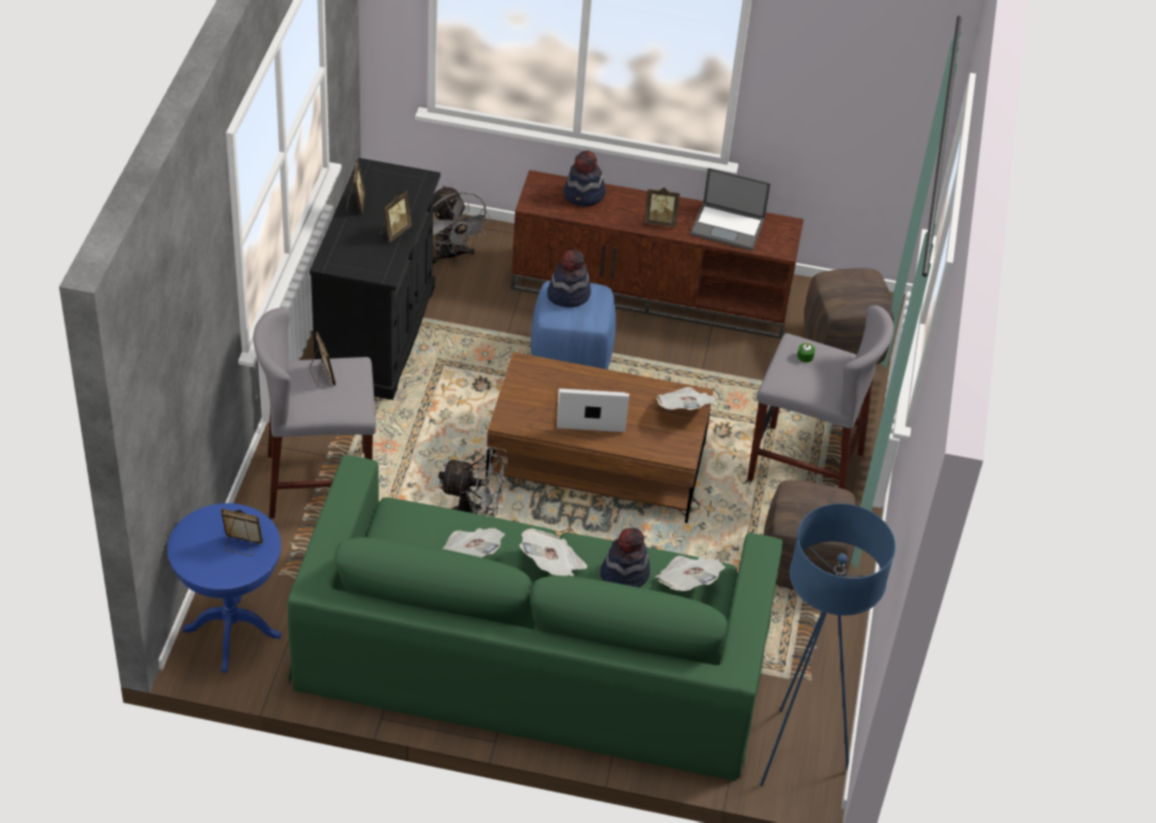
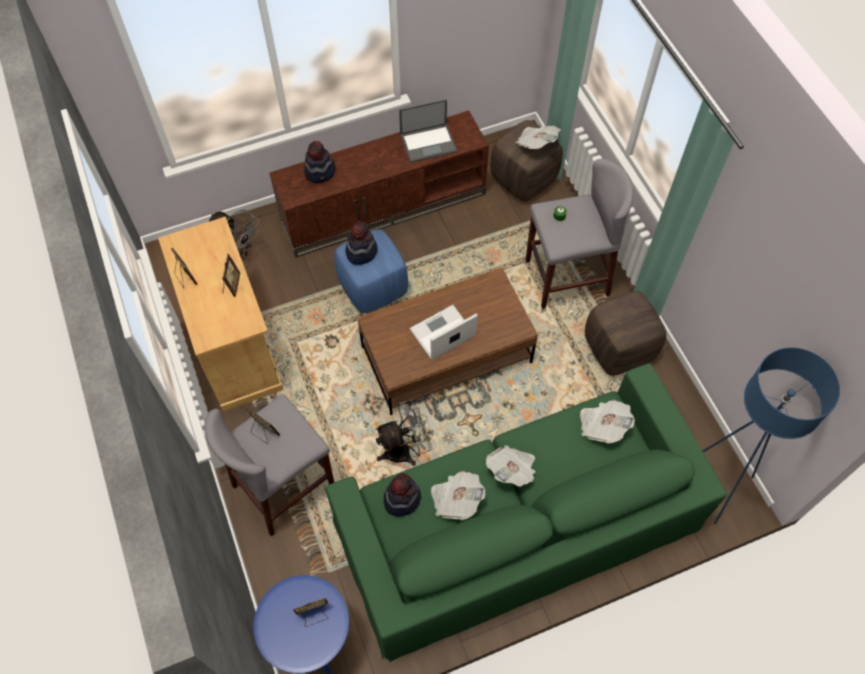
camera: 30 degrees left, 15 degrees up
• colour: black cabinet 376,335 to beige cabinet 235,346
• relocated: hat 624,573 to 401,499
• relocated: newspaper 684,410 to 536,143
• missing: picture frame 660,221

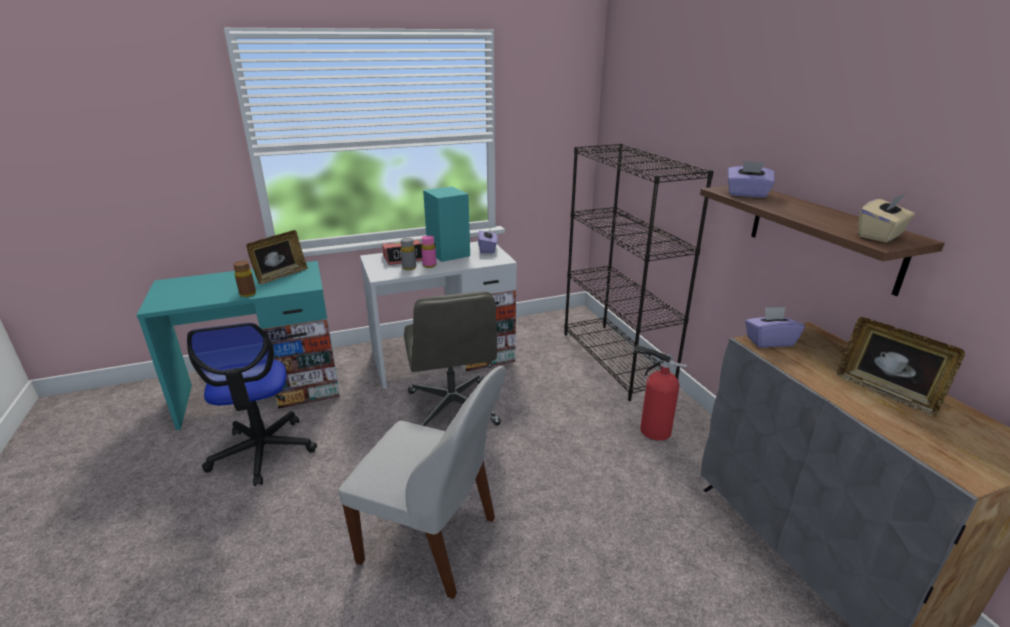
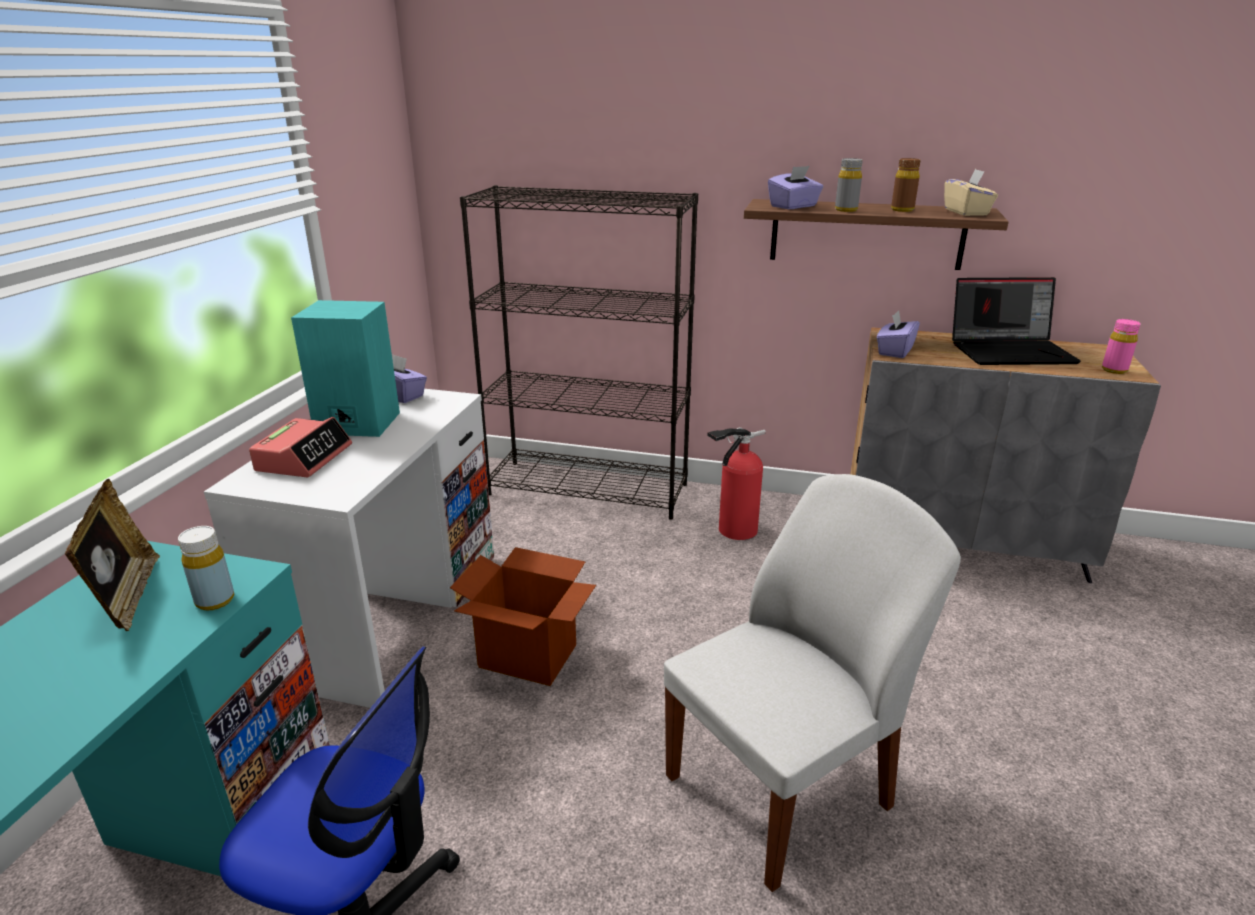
camera: 55 degrees left, 0 degrees up
• appeared: yellow bottle 215,600
• exchanged: grey office chair 453,409 to cardboard box 528,656
• relocated: grey bottle 409,268 to 846,210
• relocated: brown bottle 248,294 to 902,210
• exchanged: picture frame 886,392 to laptop 1011,351
• relocated: pink bottle 429,265 to 1114,370

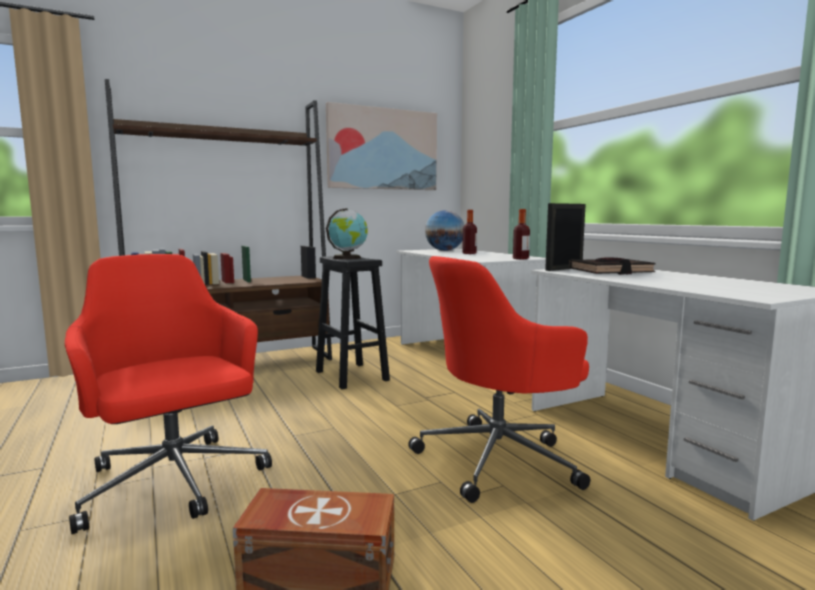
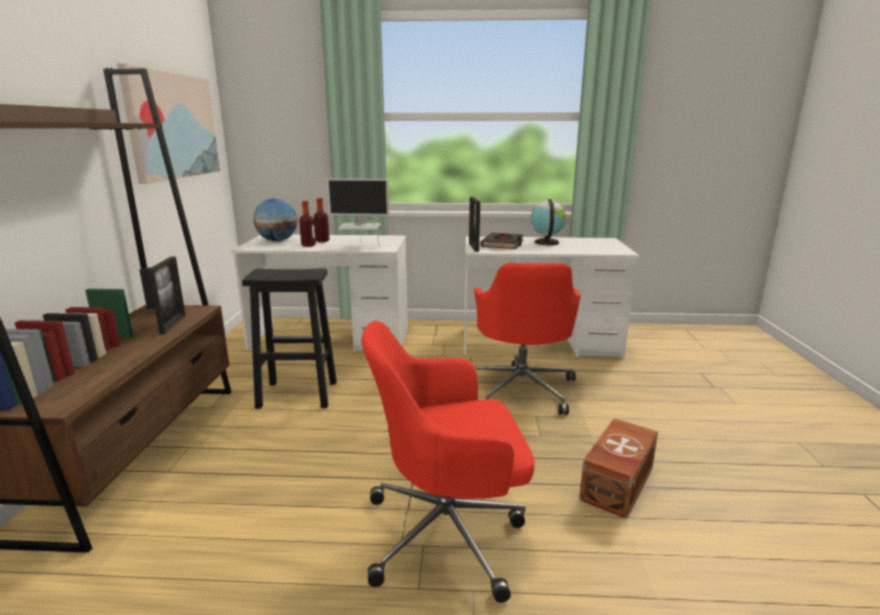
camera: 60 degrees left, 10 degrees up
• appeared: picture frame 173,324
• relocated: bottle 520,258 to 308,245
• appeared: monitor 361,247
• relocated: globe 348,258 to 546,242

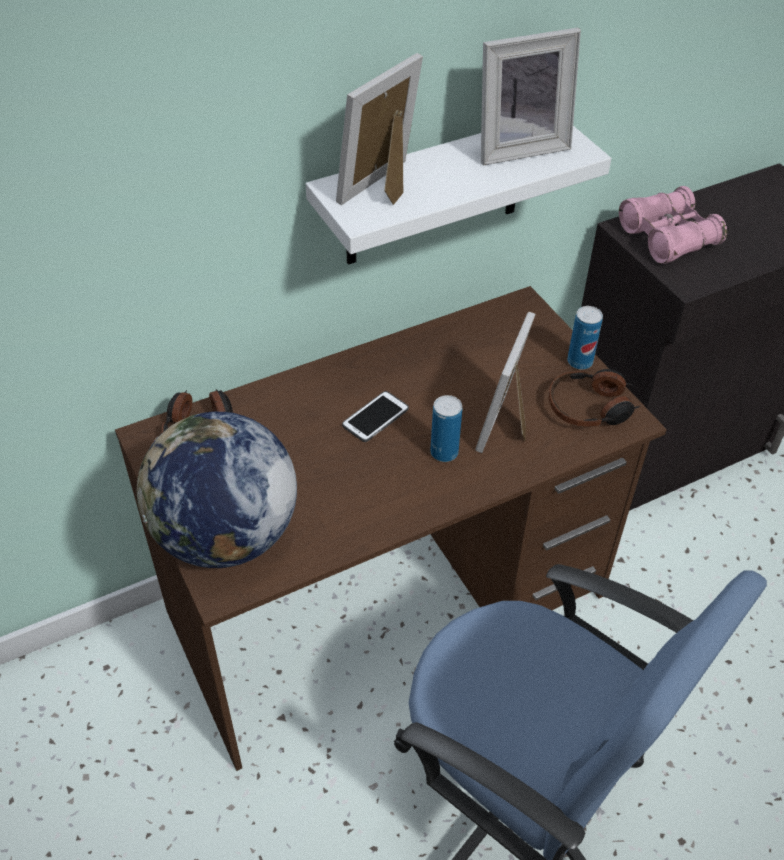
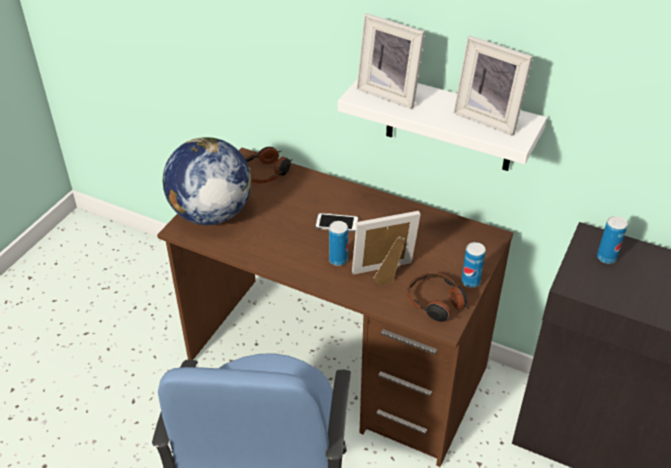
camera: 55 degrees right, 5 degrees down
• spun: picture frame 385,188 = 390,93 150 degrees counterclockwise
• exchanged: pink binoculars 667,237 to can 606,257

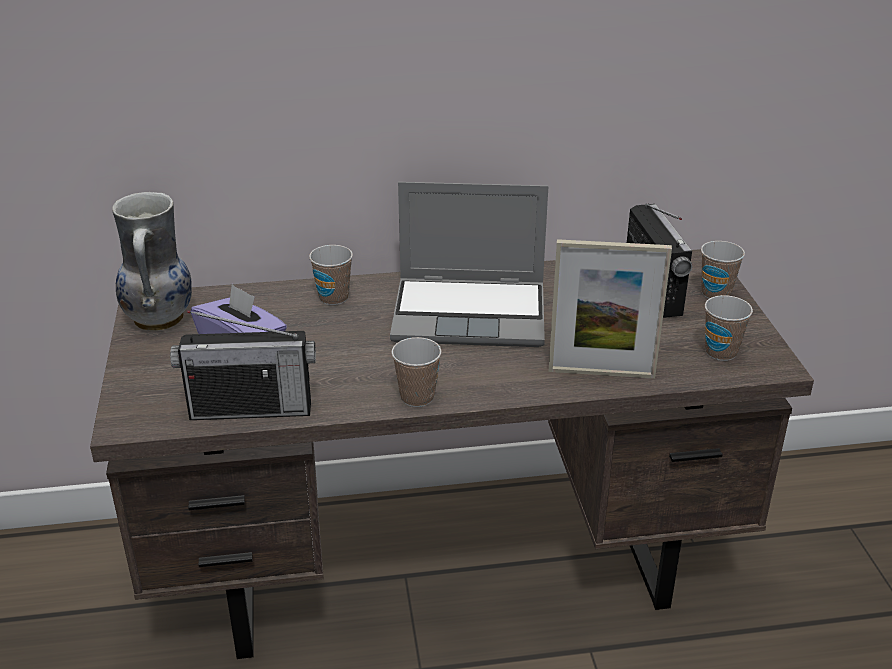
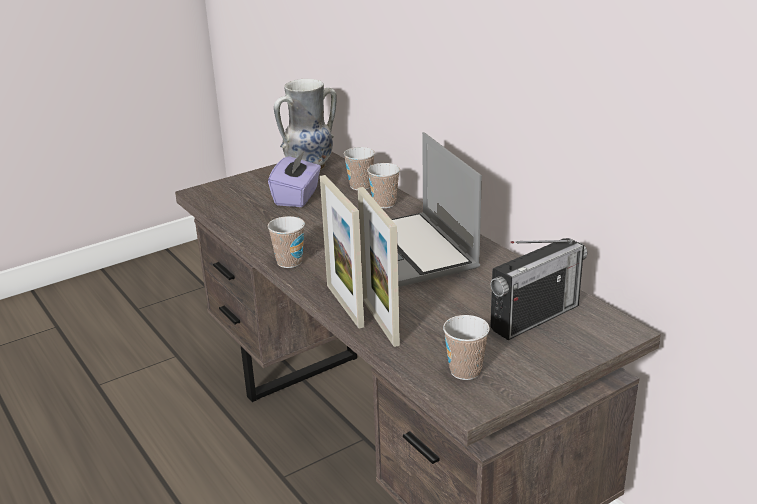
camera: 65 degrees right, 5 degrees down
• appeared: picture frame 344,305
• relocated: cup 716,293 to 360,186
• missing: radio 251,409

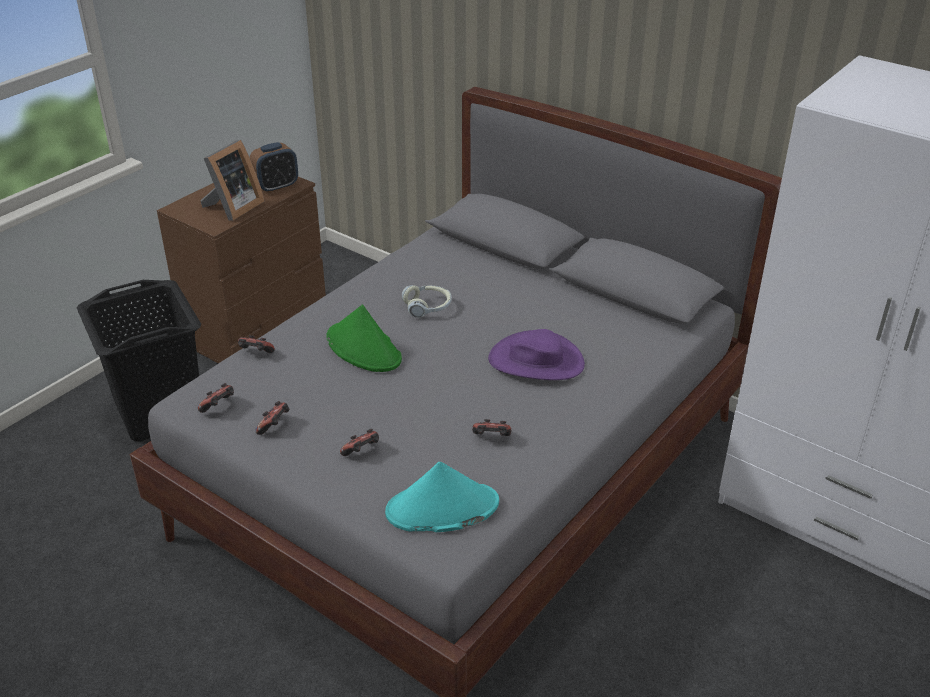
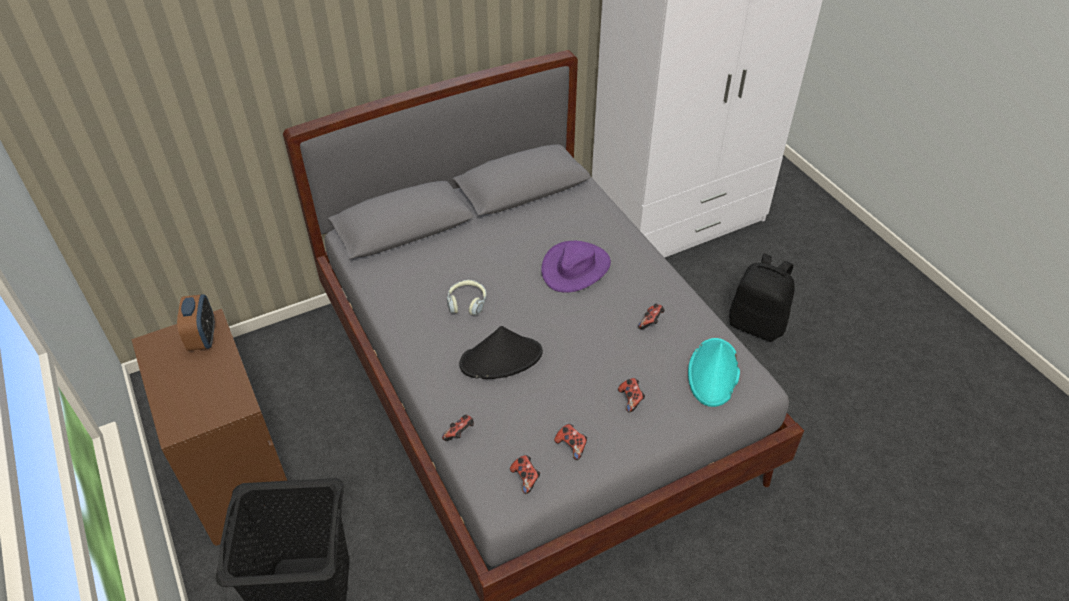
camera: 65 degrees left, 10 degrees up
• colour: green hat 364,349 to black hat 501,358
• appeared: black backpack 757,324
• missing: picture frame 233,208

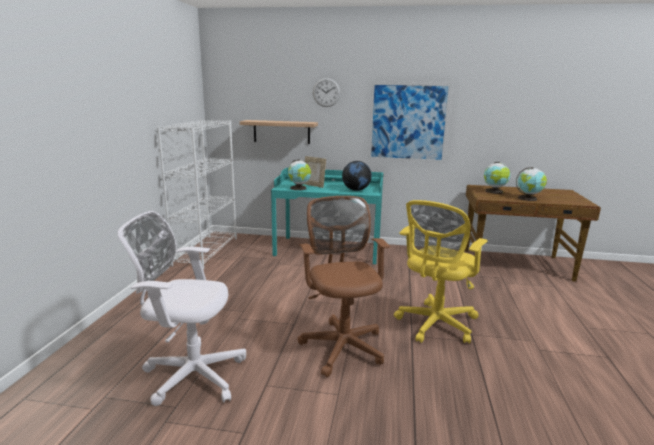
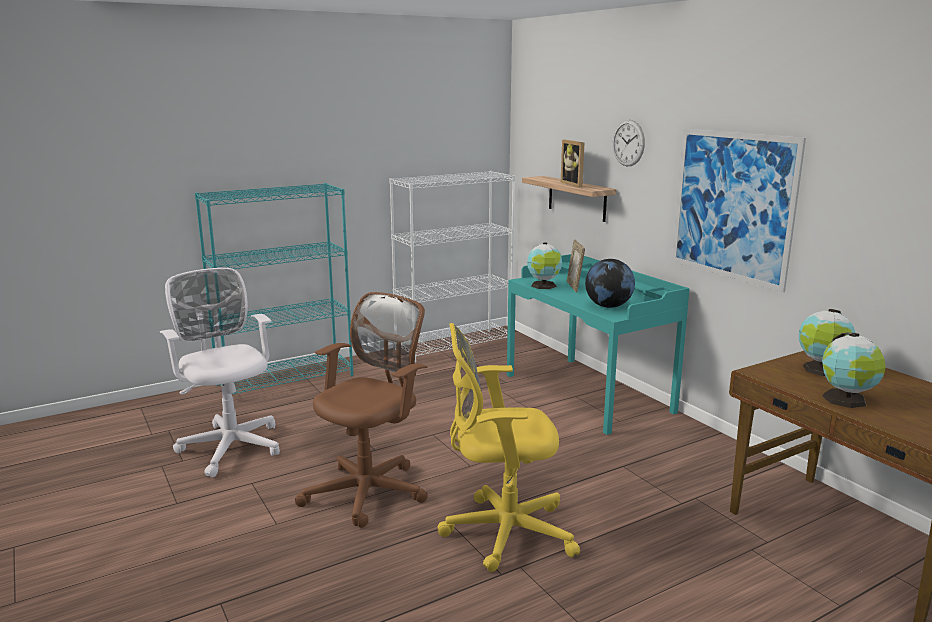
camera: 50 degrees right, 0 degrees up
• appeared: turquoise bookcase 286,380
• appeared: picture frame 575,184

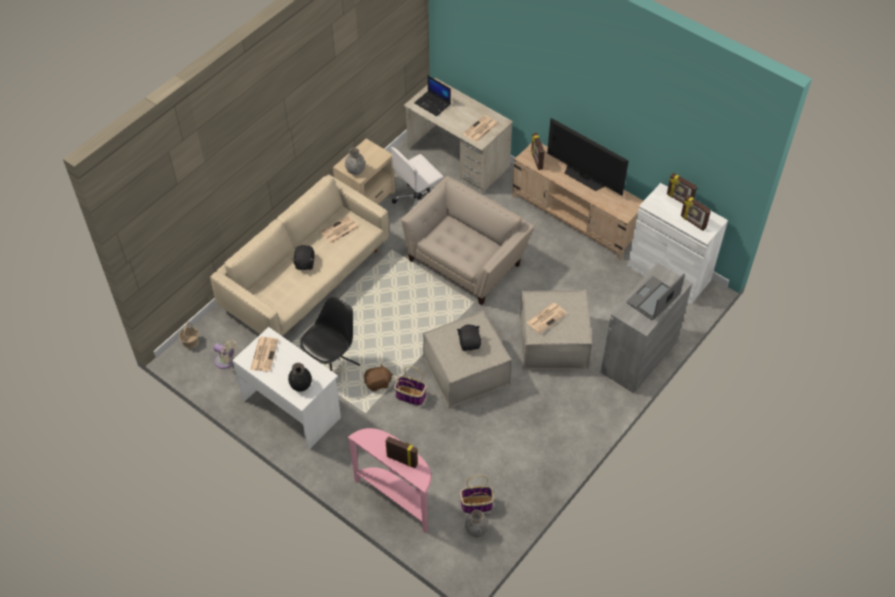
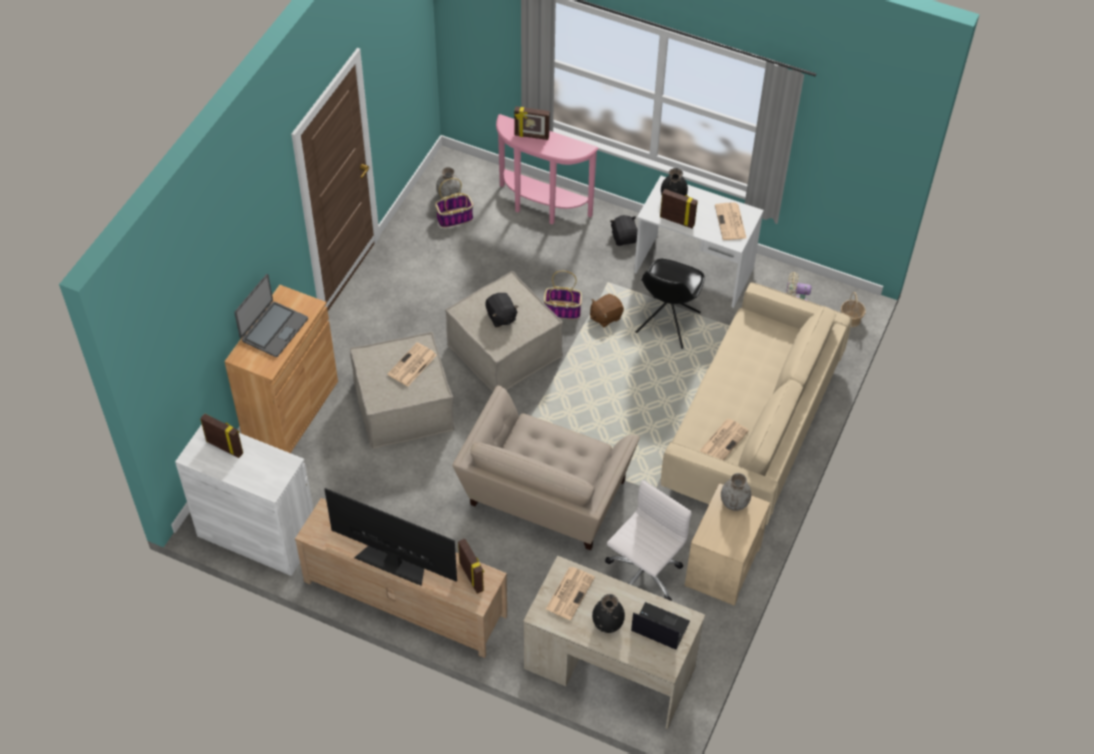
camera: 165 degrees right, 0 degrees up
• colour: grey cabinet 639,357 to brown cabinet 291,410
• appeared: black vase 607,623
• relocated: black plush toy 304,263 to 624,237
• relocated: picture frame 679,200 to 677,220

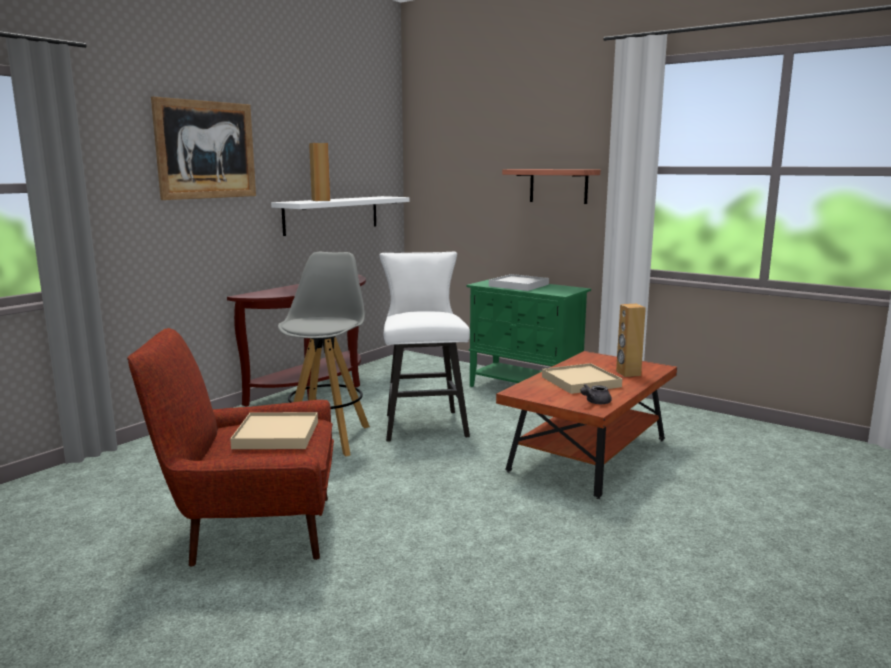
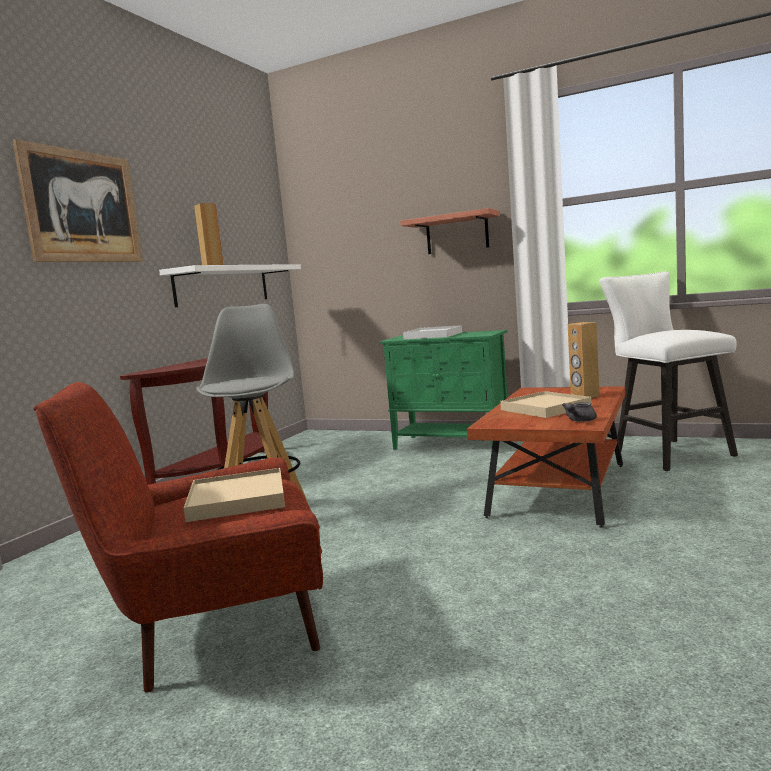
camera: 10 degrees left, 5 degrees down
• relocated: white stool 423,423 to 666,453

